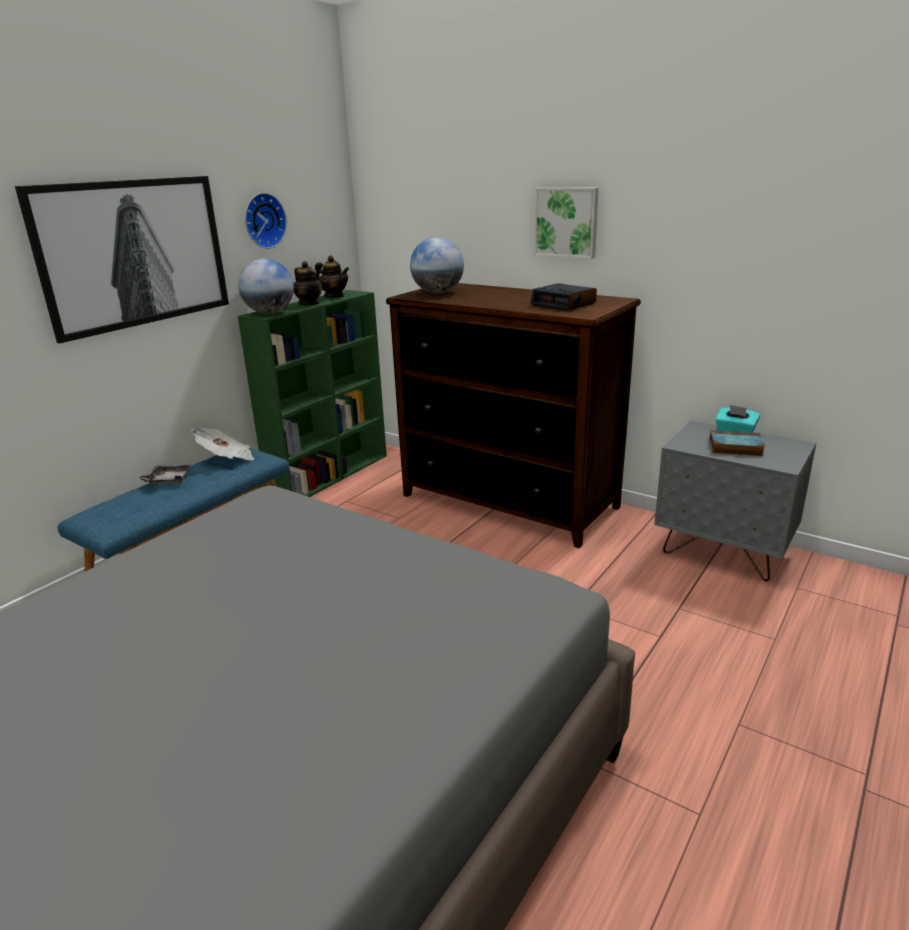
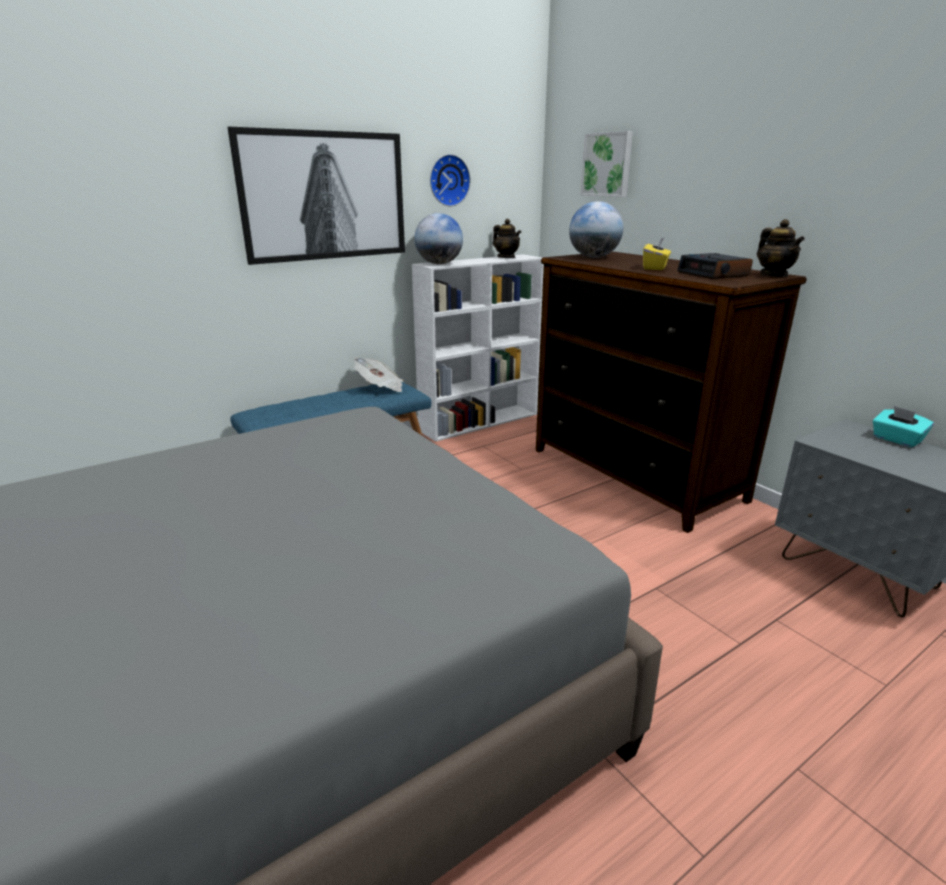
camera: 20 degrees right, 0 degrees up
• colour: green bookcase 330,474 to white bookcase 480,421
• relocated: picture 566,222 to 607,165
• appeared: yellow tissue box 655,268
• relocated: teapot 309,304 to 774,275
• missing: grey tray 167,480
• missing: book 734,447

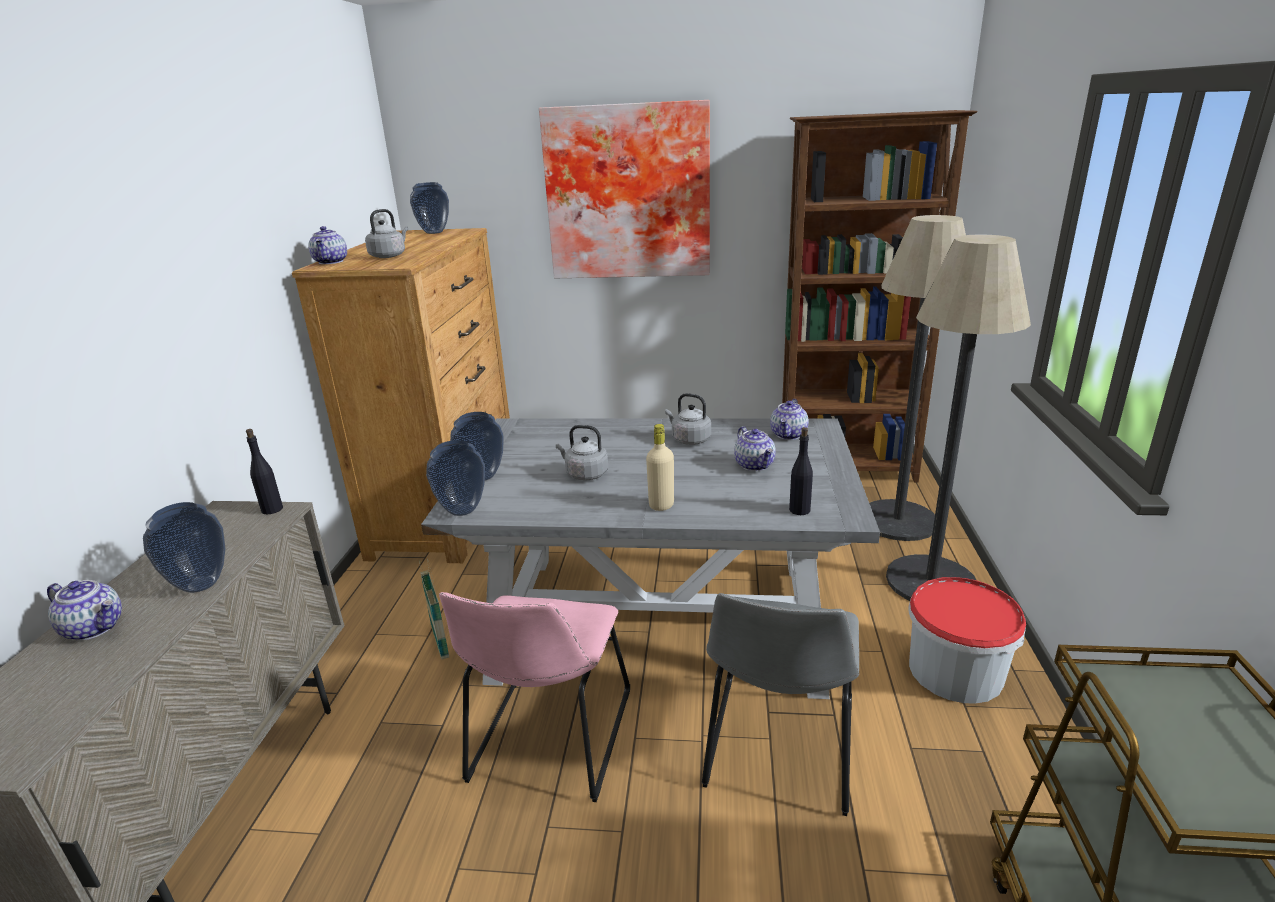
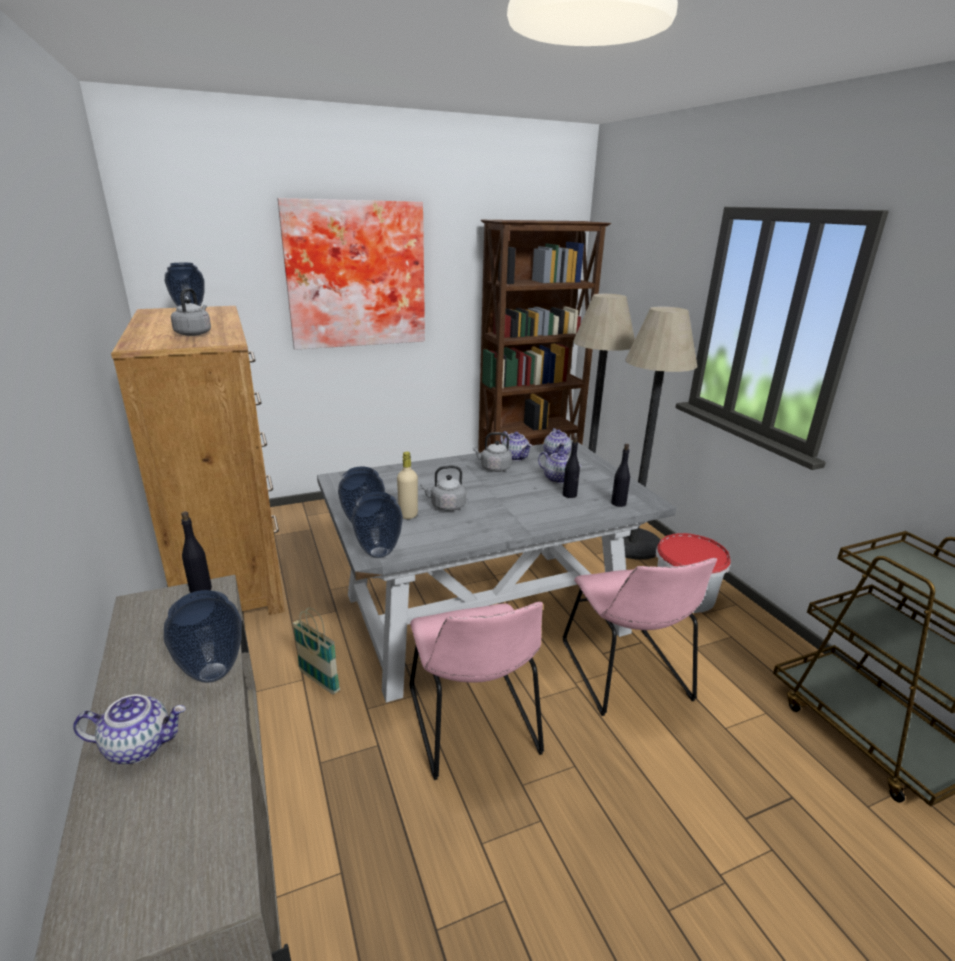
camera: 30 degrees left, 0 degrees up
• relocated: beige bottle 661,505 to 408,515
• relocated: teapot 331,262 to 515,457
• appeared: black bottle 569,495
• colour: grey chair 779,748 to pink chair 627,674

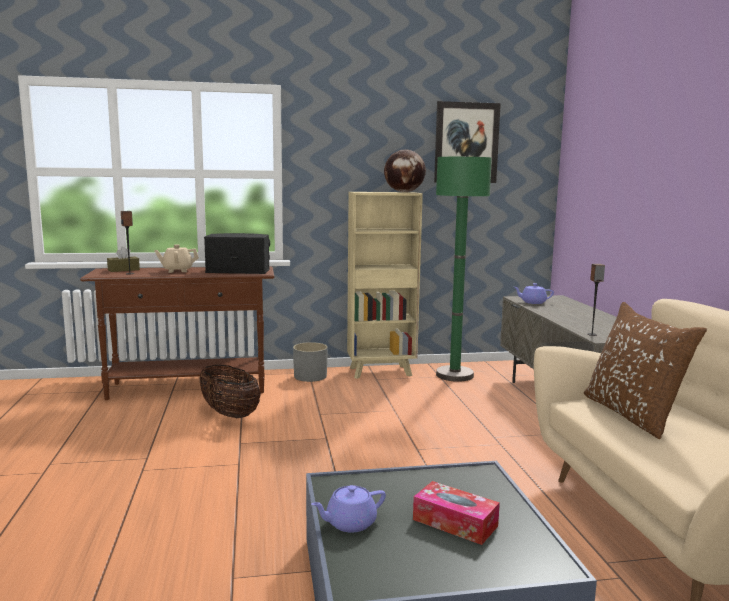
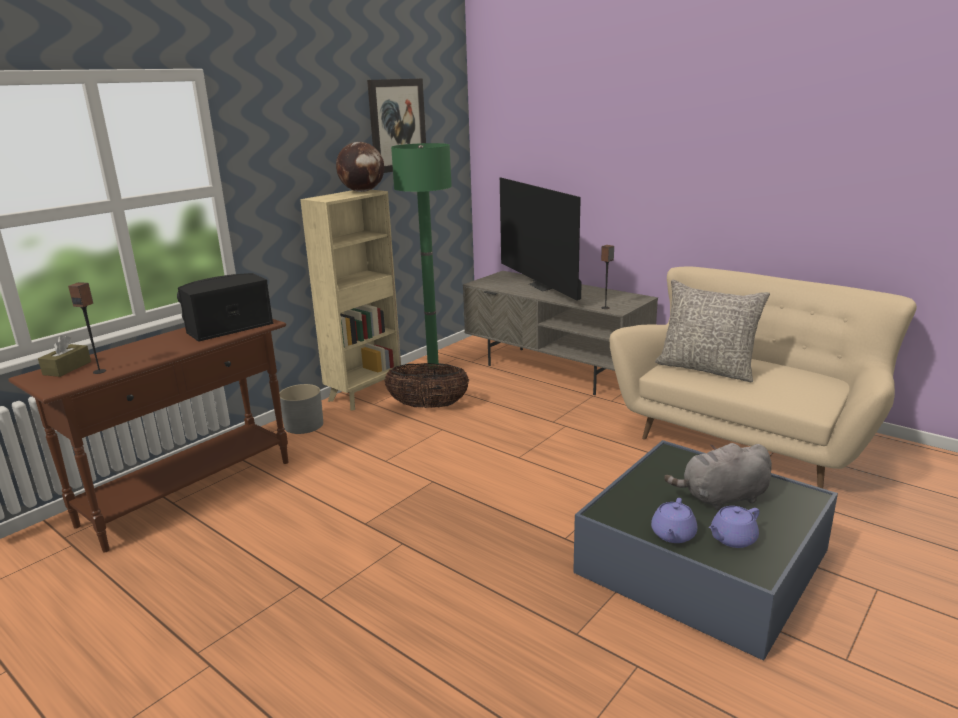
camera: 40 degrees left, 10 degrees up
• relocated: basket 230,414 to 428,406
• appeared: television 544,286
• colour: brown pillow 633,415 to grey pillow 706,369
• exchanged: tissue box 455,523 to grey plush toy 721,498
• relocated: purple teapot 532,302 to 732,539
• missing: beige teapot 177,271

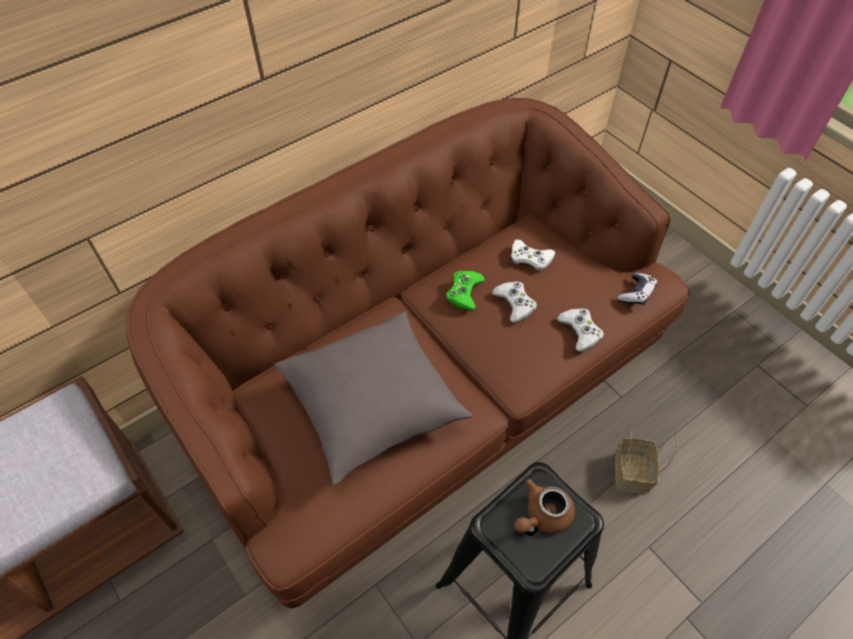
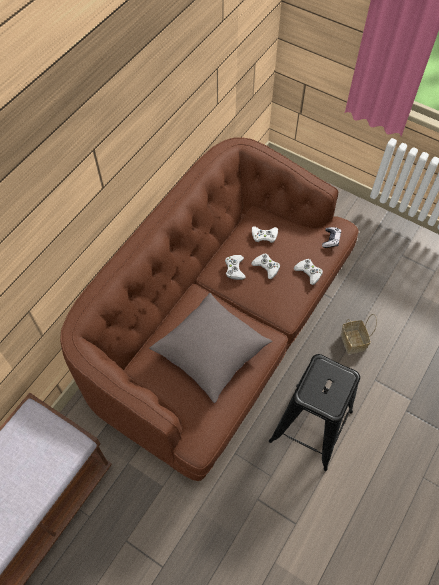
camera: 20 degrees left, 5 degrees up
• colour: green game controller 464,292 to white game controller 234,269
• missing: brown teapot 542,515

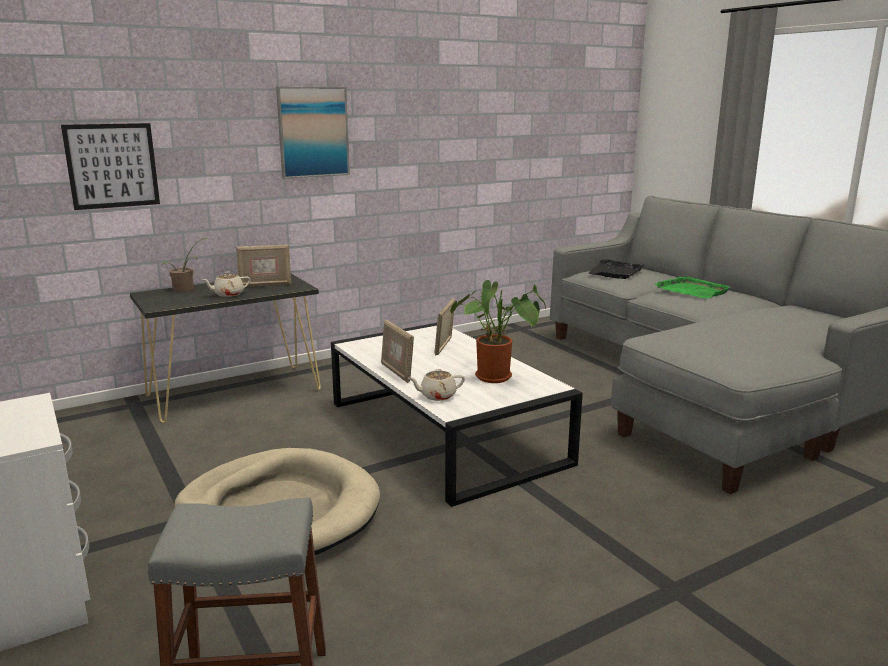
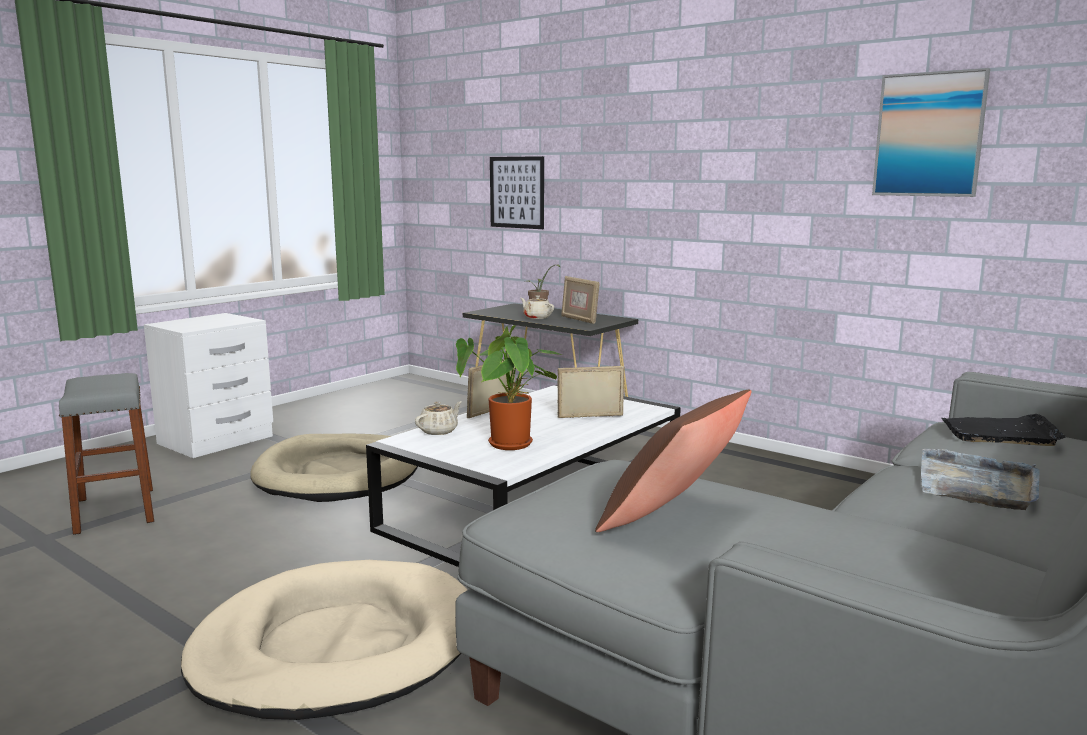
camera: 70 degrees right, 5 degrees down
• appeared: beige dog bed 335,647
• spun: beige teapot 437,396 = 439,431 75 degrees clockwise
• appeared: brown pillow 672,517
• relocated: picture 313,132 to 929,135
• colour: green tray 692,290 to grey tray 976,484

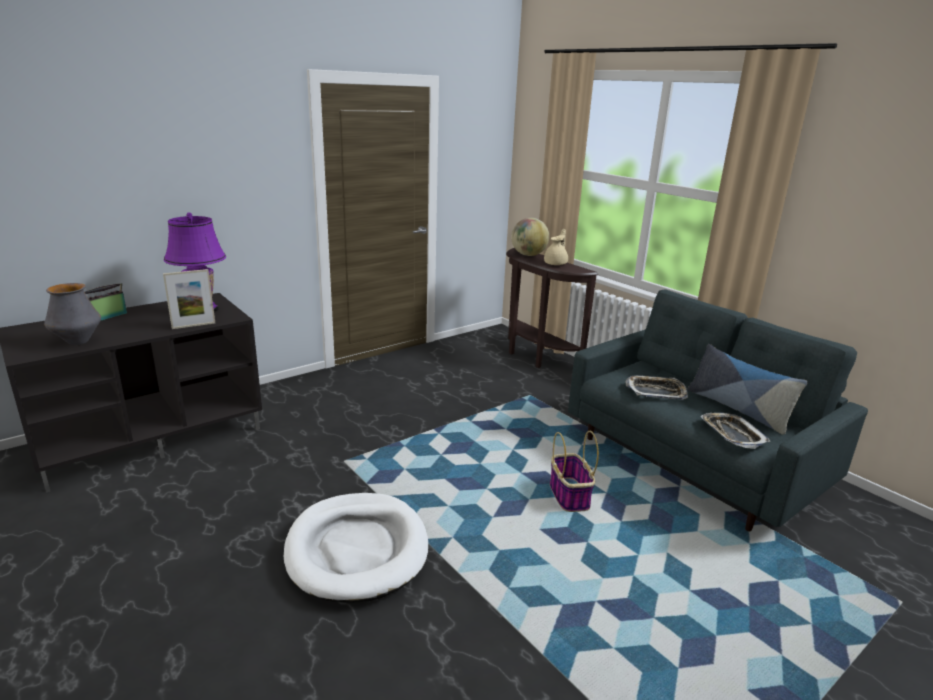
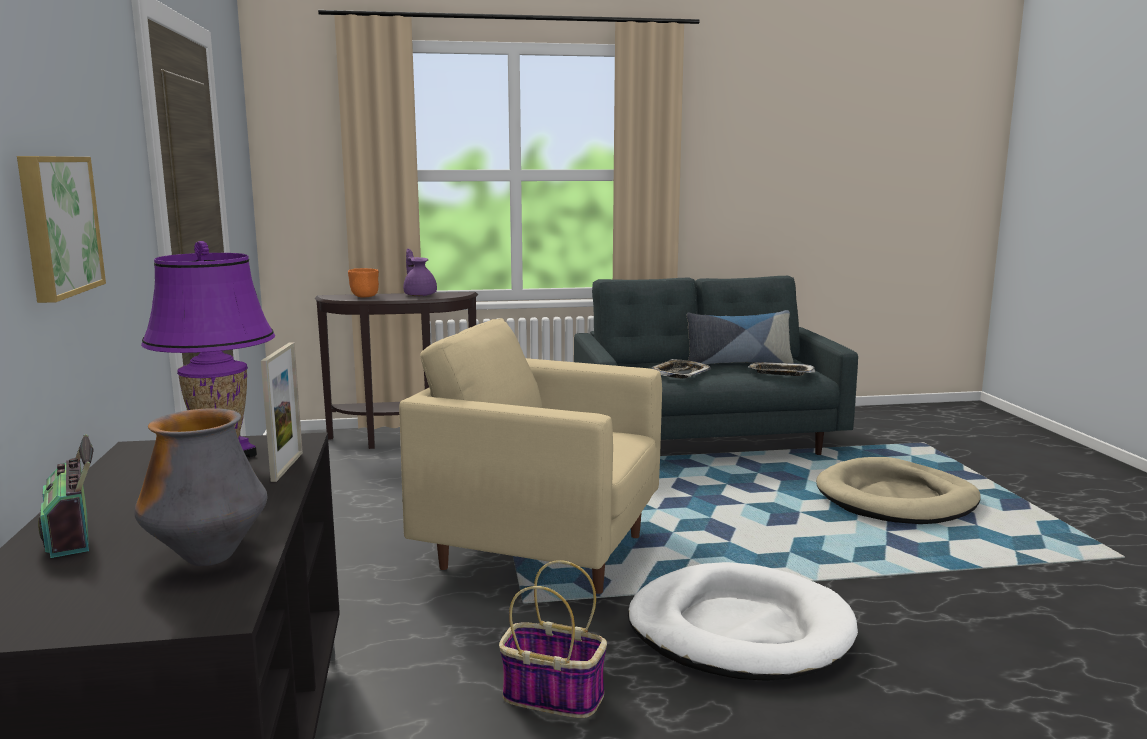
camera: 60 degrees left, 10 degrees down
• appeared: picture 56,225
• exchanged: globe 528,255 to orange bowl 364,296
• appeared: beige armchair 543,552
• colour: beige teapot 556,263 to purple teapot 420,295
• relocated: basket 568,495 to 551,696
• appeared: beige dog bed 896,499

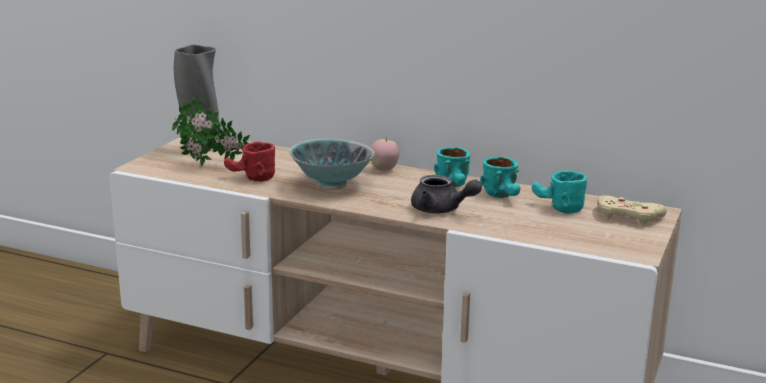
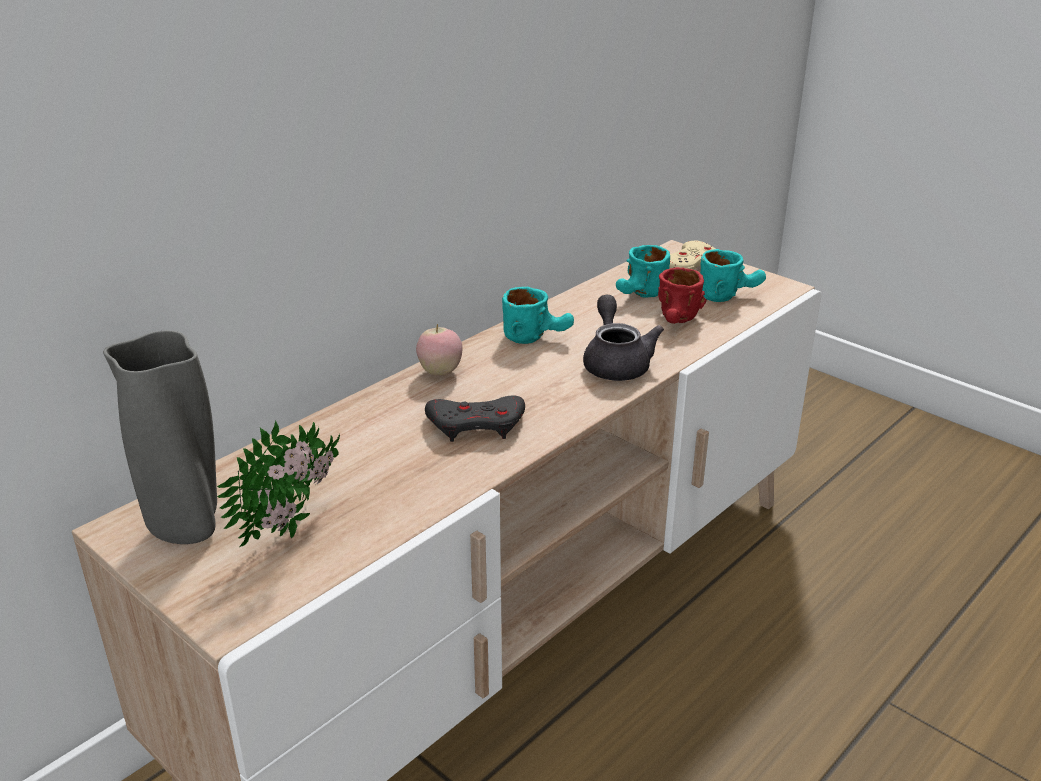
camera: 70 degrees left, 10 degrees up
• exchanged: bowl 331,185 to grey game controller 476,424
• spun: grey teapot 441,210 = 616,363 60 degrees counterclockwise
• relocated: red mug 250,178 to 678,321
• relocated: turquoise mug 505,196 to 729,294

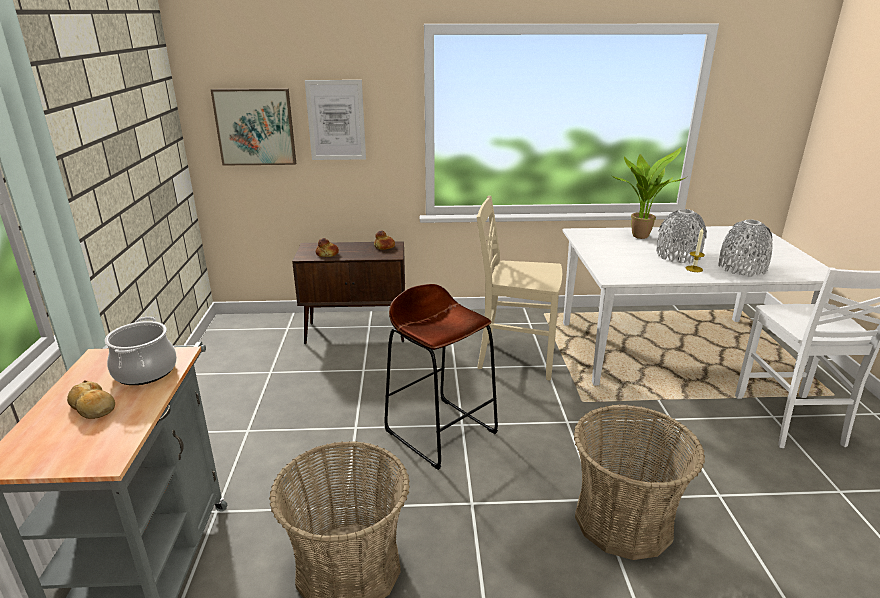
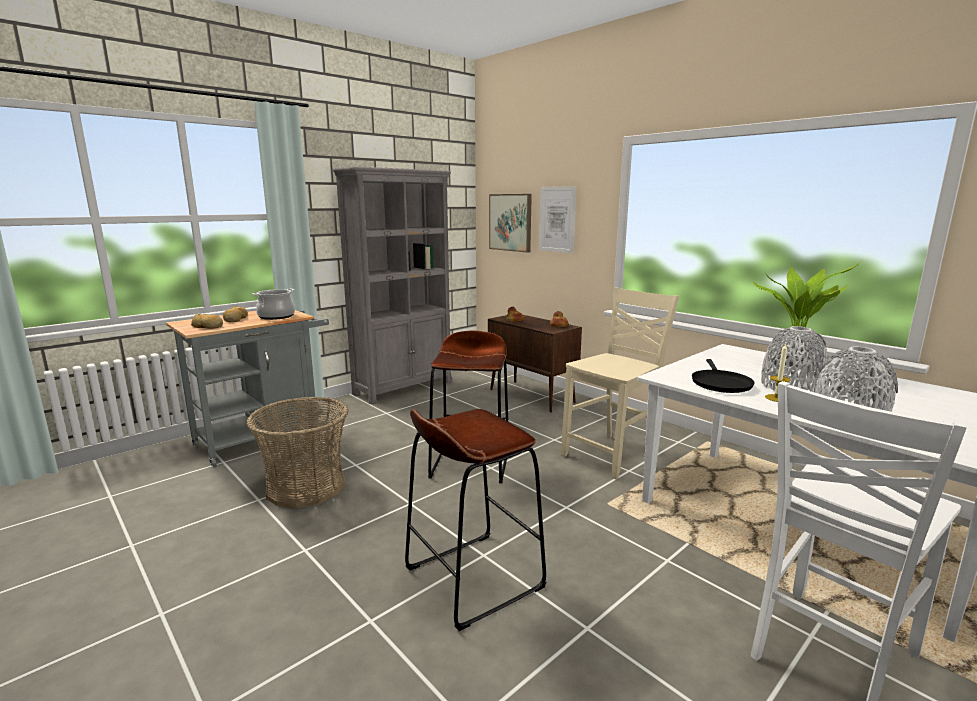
camera: 50 degrees right, 10 degrees down
• appeared: bread 208,326
• appeared: grey bookcase 404,387
• exchanged: basket 623,520 to brown stool 473,577
• spun: beige chair 514,358 = 612,455 75 degrees clockwise
• appeared: black frying pan 720,383

